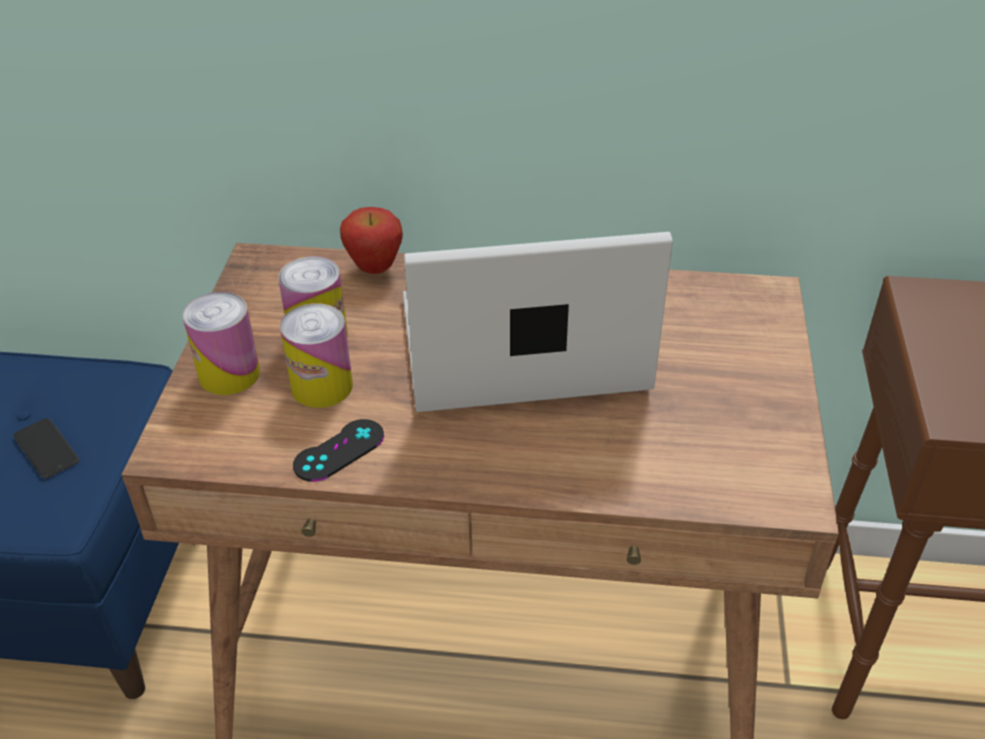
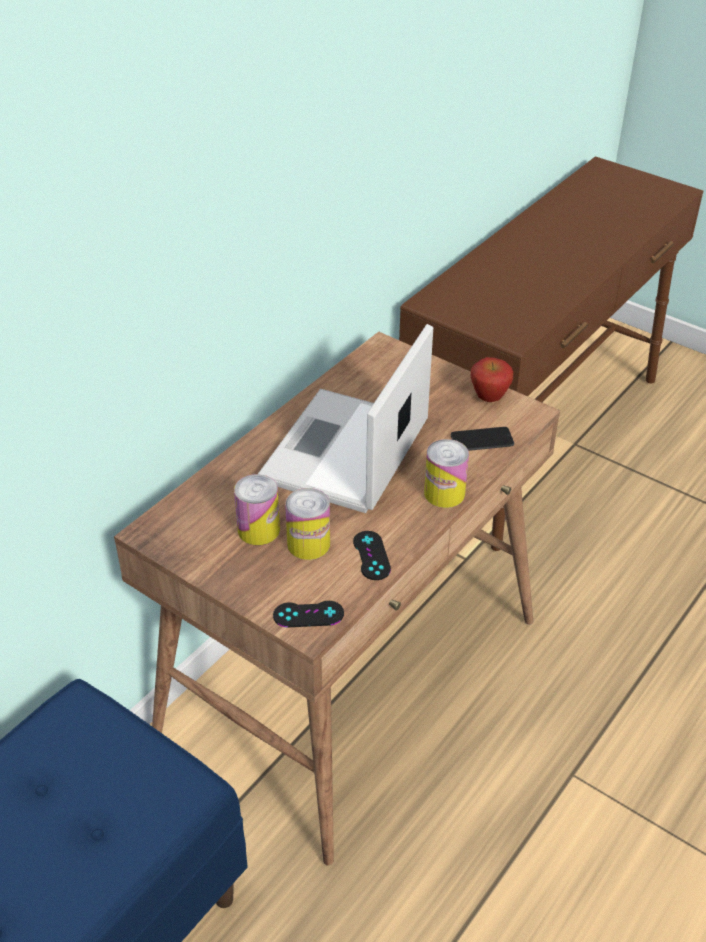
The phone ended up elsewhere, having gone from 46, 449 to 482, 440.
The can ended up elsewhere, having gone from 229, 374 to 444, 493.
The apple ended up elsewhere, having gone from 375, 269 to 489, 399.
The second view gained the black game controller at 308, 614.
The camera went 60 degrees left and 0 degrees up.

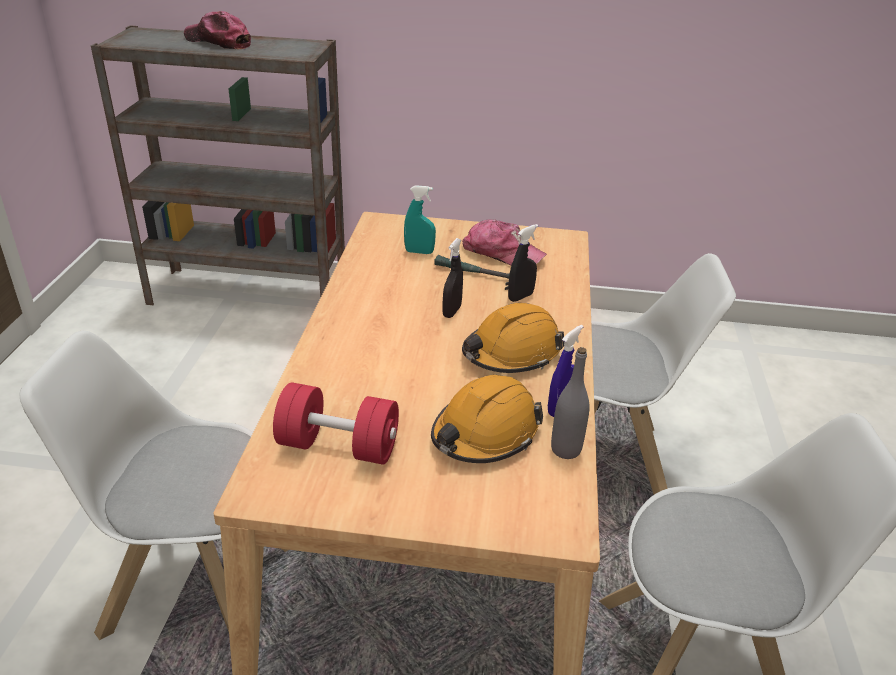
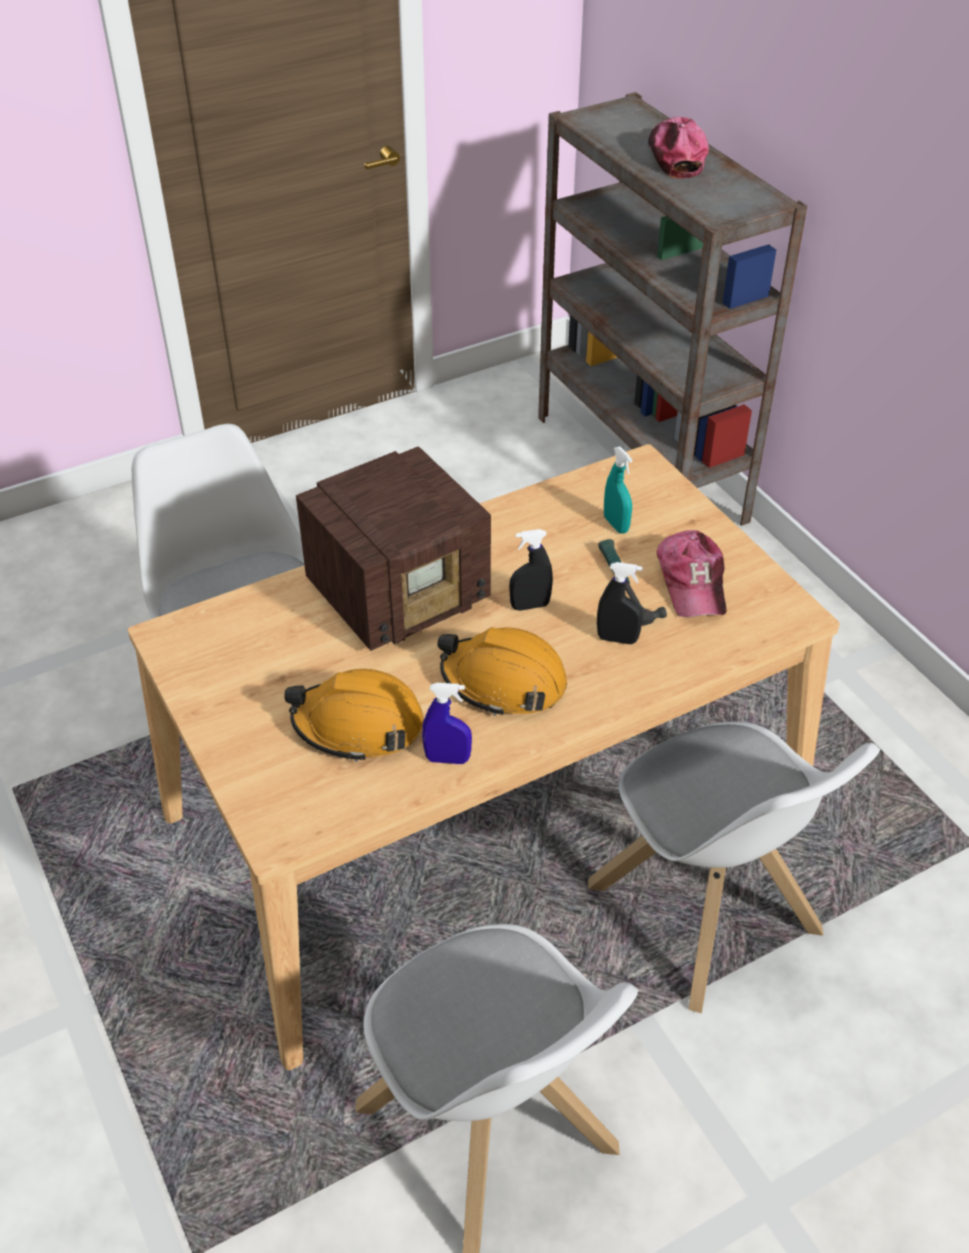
The second view lost the red dumbbell at 338, 446.
The second view lost the grey bottle at 565, 449.
The second view gained the radio at 401, 593.
The camera went 55 degrees right and 10 degrees up.

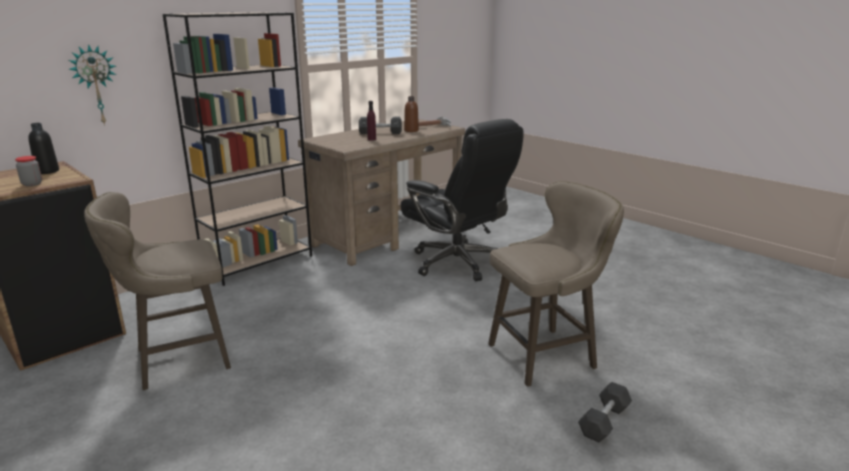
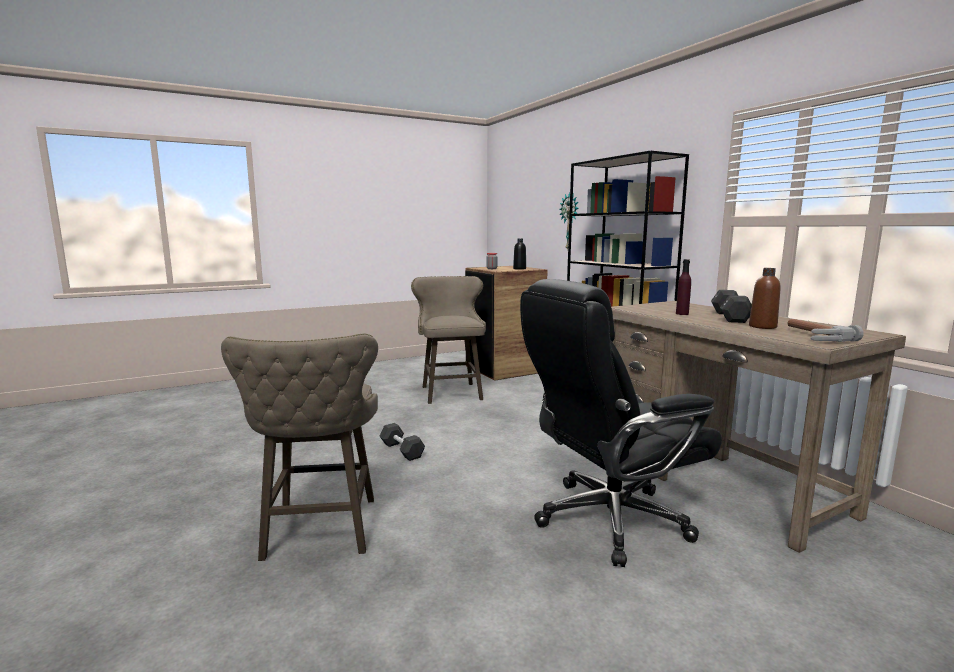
The black dumbbell ended up elsewhere, having gone from 604, 421 to 402, 450.
The camera went 105 degrees right and 10 degrees down.

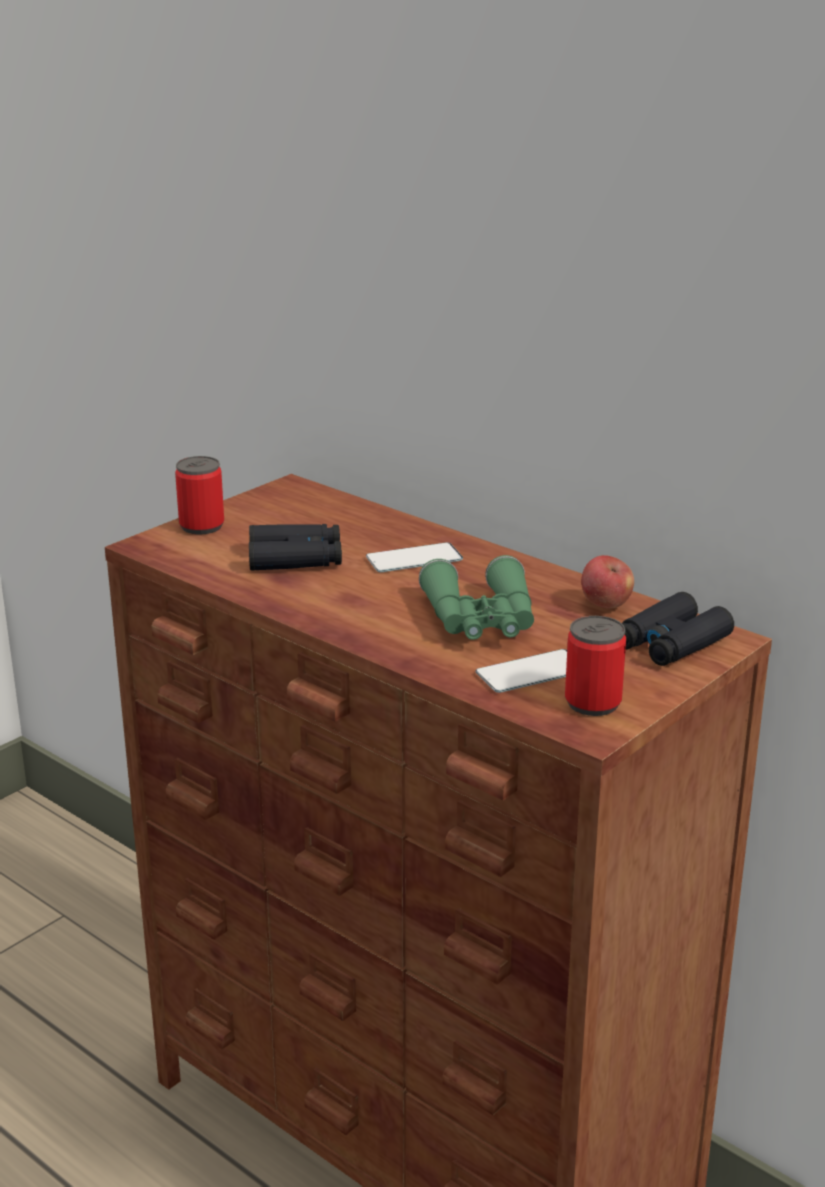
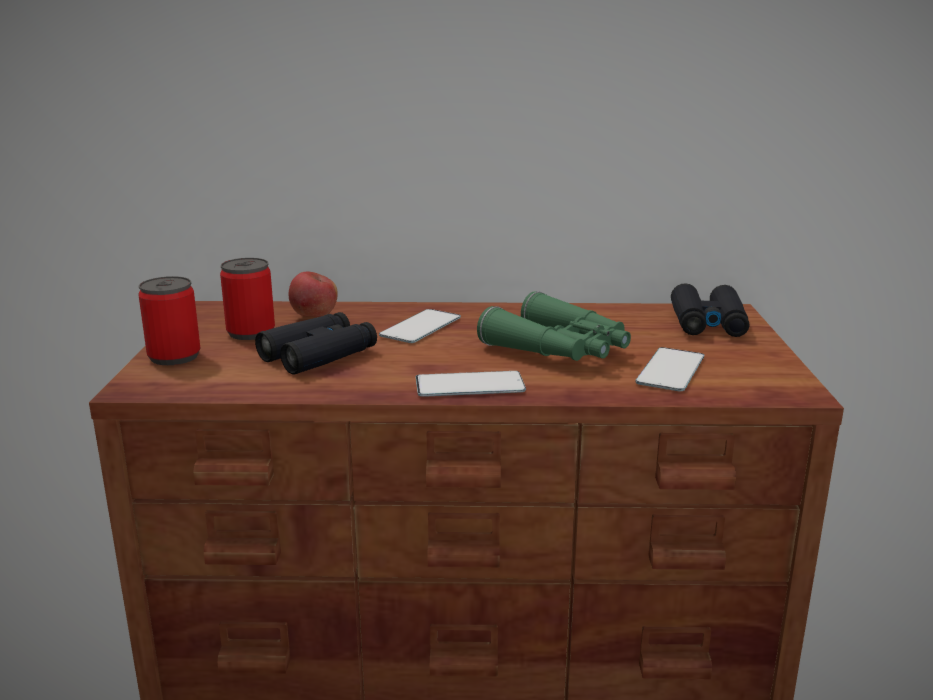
The can ended up elsewhere, having gone from 593, 703 to 251, 332.
The apple ended up elsewhere, having gone from 605, 605 to 314, 317.
The second view gained the phone at 469, 385.
The camera went 40 degrees left and 5 degrees down.

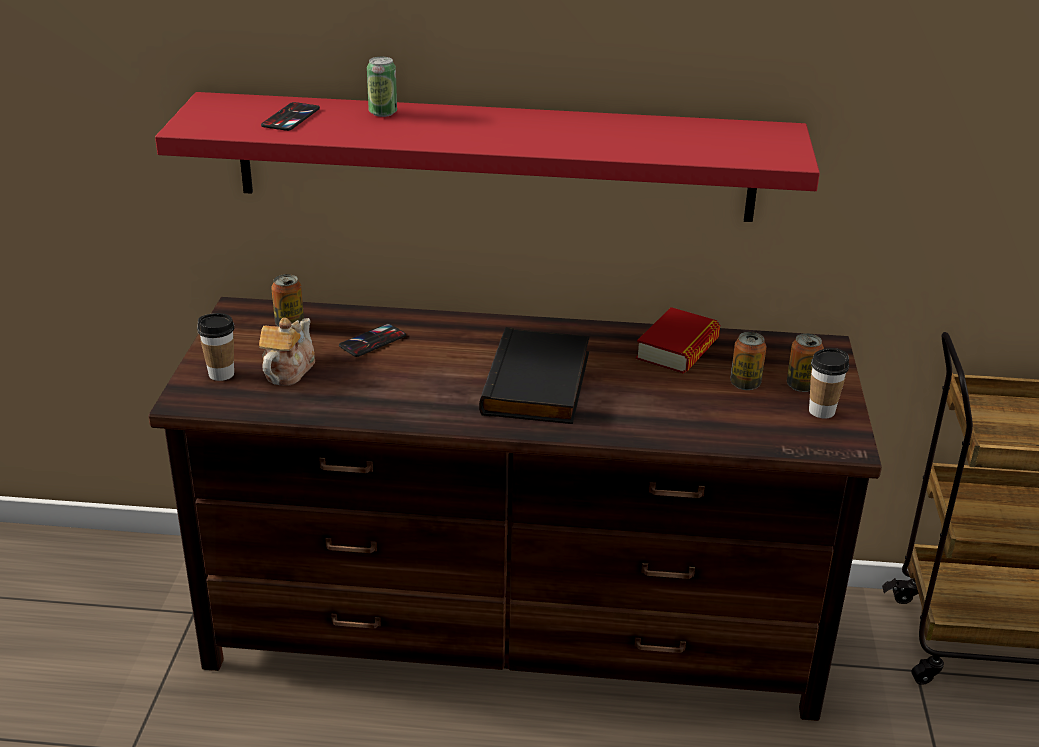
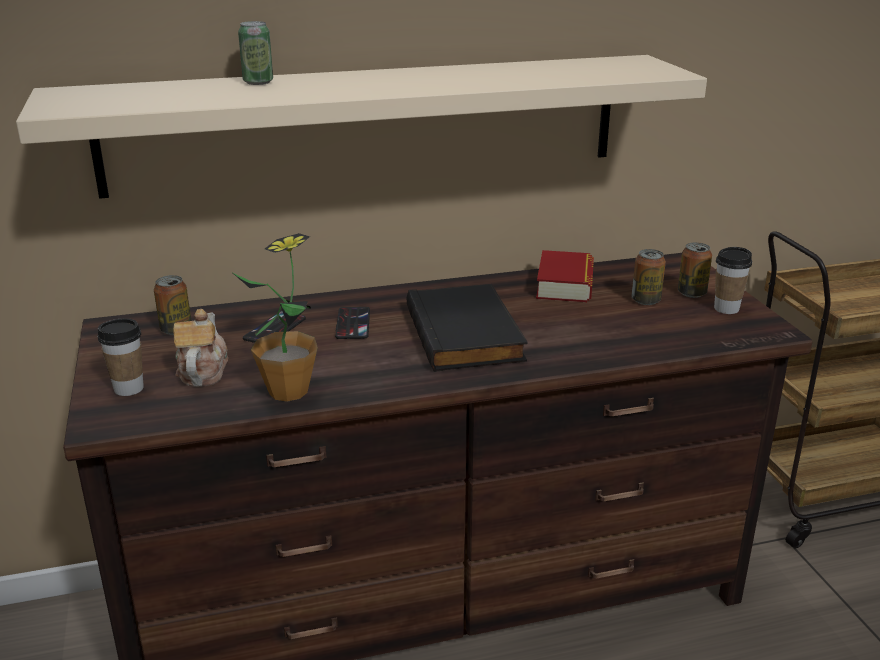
What was the red shelf at 495, 157 turned into the beige shelf at 366, 124.
The phone ended up elsewhere, having gone from 290, 117 to 353, 323.
The second view gained the potted plant at 288, 391.
The camera went 20 degrees left and 5 degrees down.

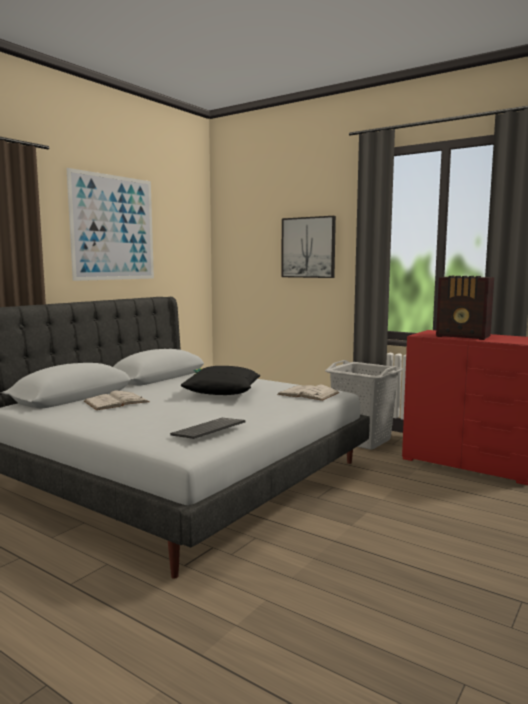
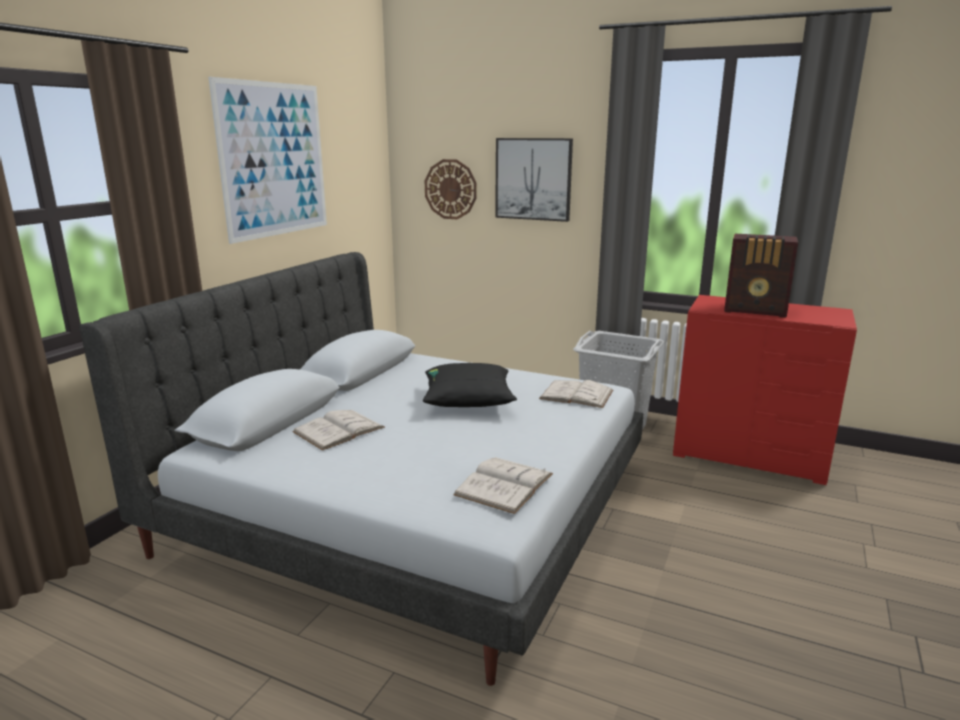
Where the keyboard stood at 209, 430, the white book came to stand at 504, 484.
The second view gained the wall clock at 450, 189.
The camera went 10 degrees left and 10 degrees up.

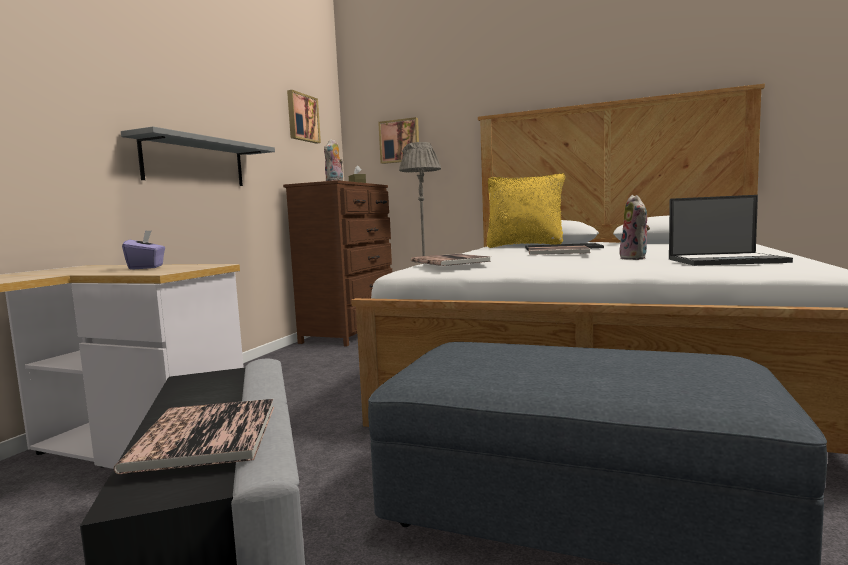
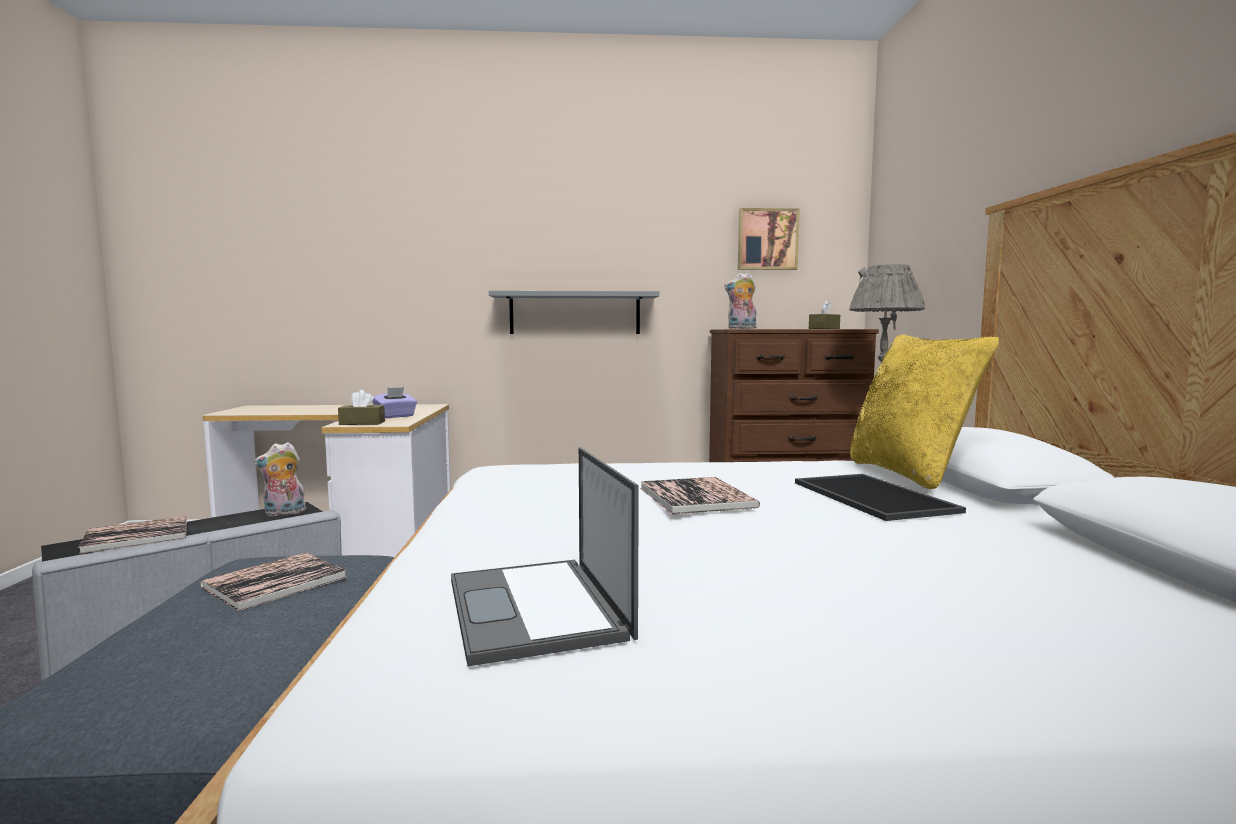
The second view lost the picture at 400, 141.
The book ended up elsewhere, having gone from 449, 261 to 275, 582.
The plush toy ended up elsewhere, having gone from 635, 258 to 283, 513.
The second view gained the brown tissue box at 362, 423.
The camera went 65 degrees right and 0 degrees up.

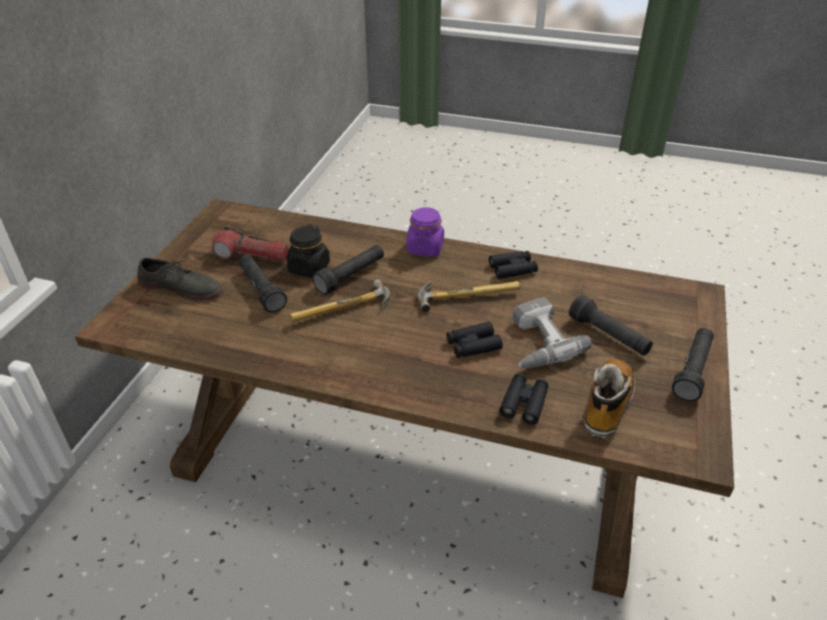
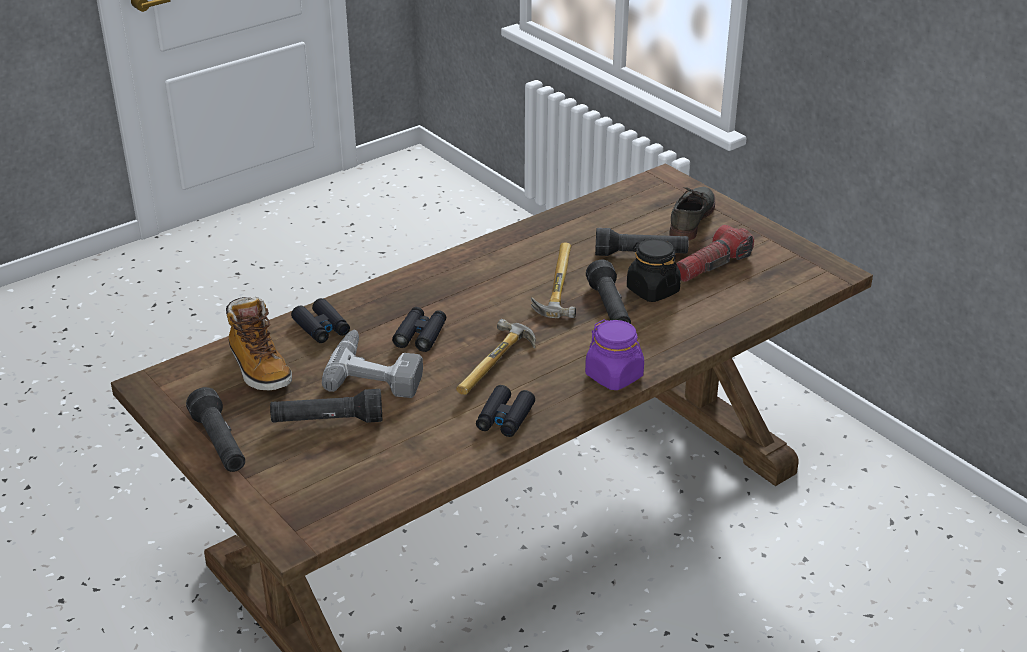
The grey shoe at 181, 287 ended up facing another way, 150 degrees clockwise from before.
The camera went 125 degrees right and 5 degrees down.

